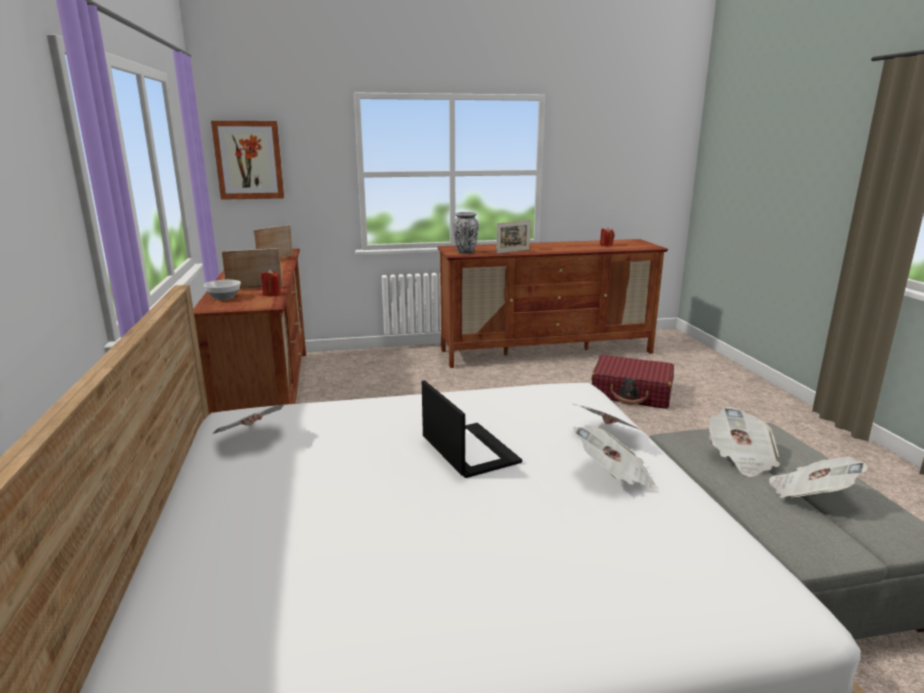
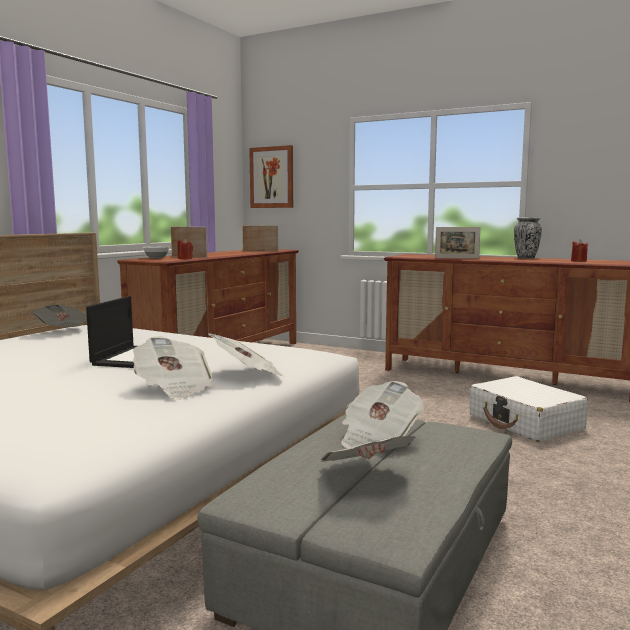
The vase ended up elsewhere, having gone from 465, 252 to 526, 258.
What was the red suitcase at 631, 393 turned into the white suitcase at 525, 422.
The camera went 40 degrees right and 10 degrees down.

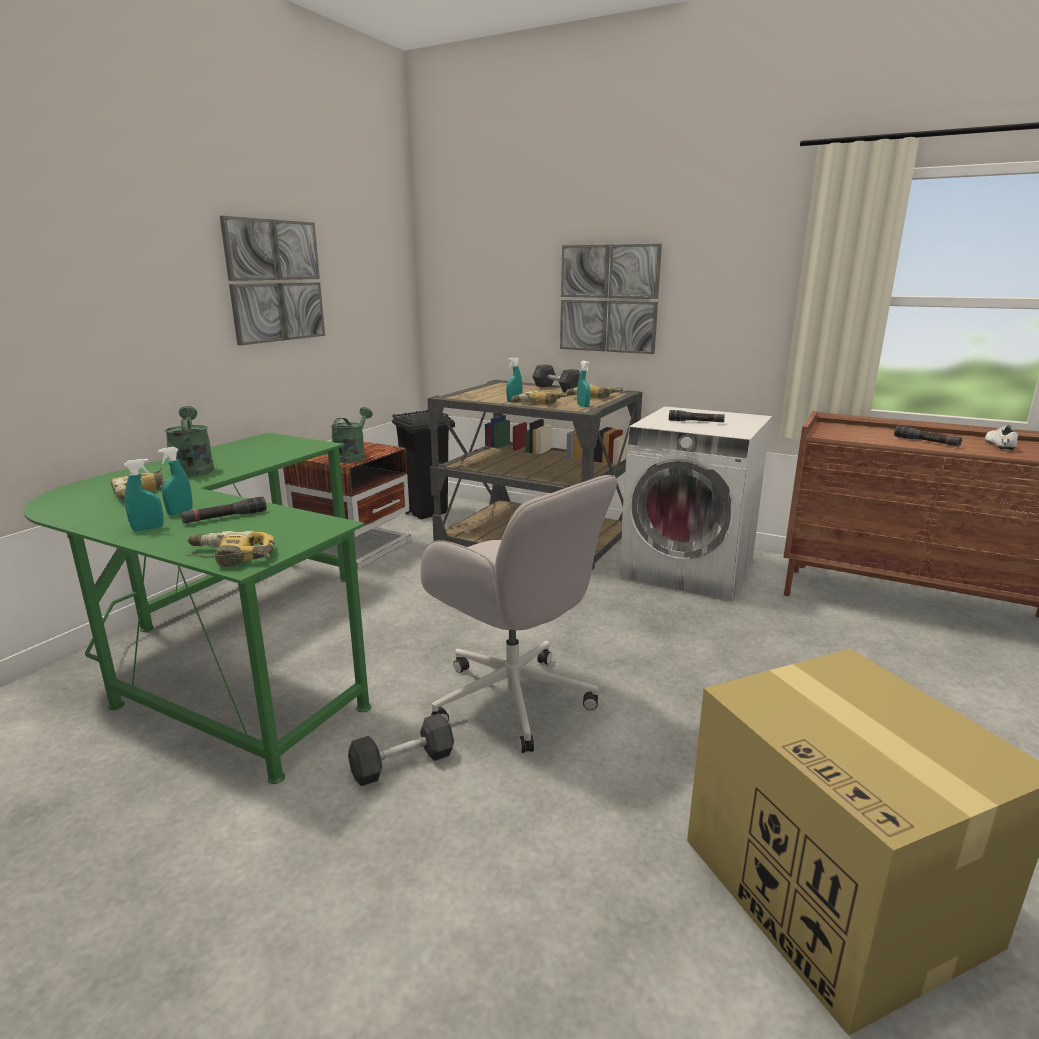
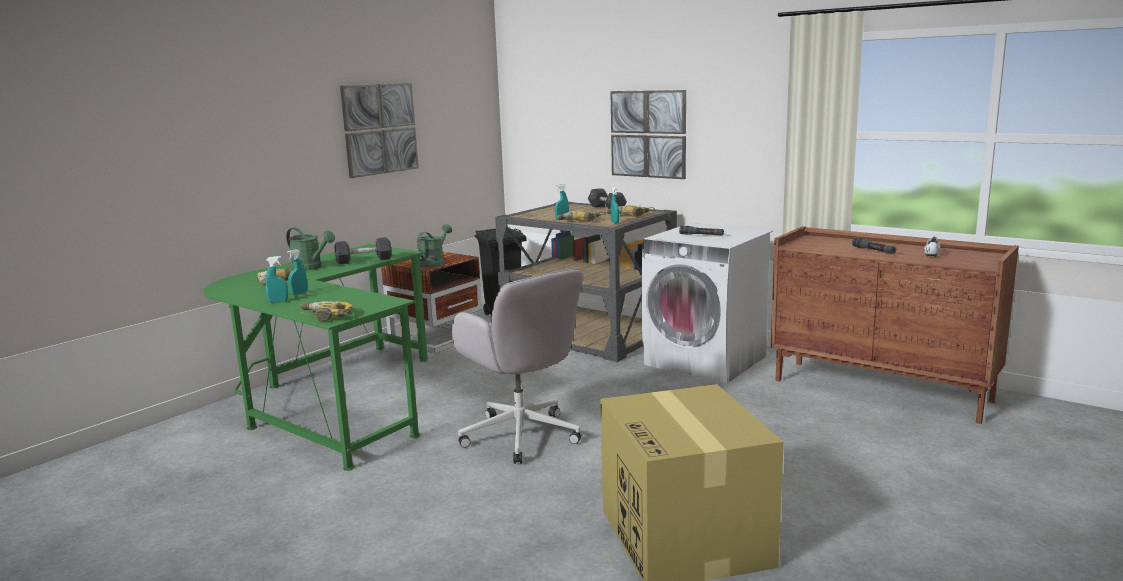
The green watering can at 192, 468 ended up facing another way, 135 degrees clockwise from before.
The second view lost the black flashlight at 225, 517.
The grey dumbbell ended up elsewhere, having gone from 403, 764 to 364, 260.
The camera went 10 degrees right and 5 degrees down.

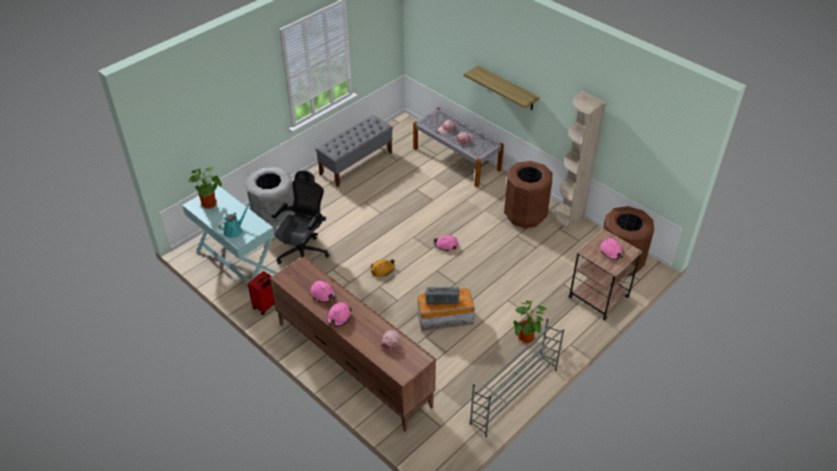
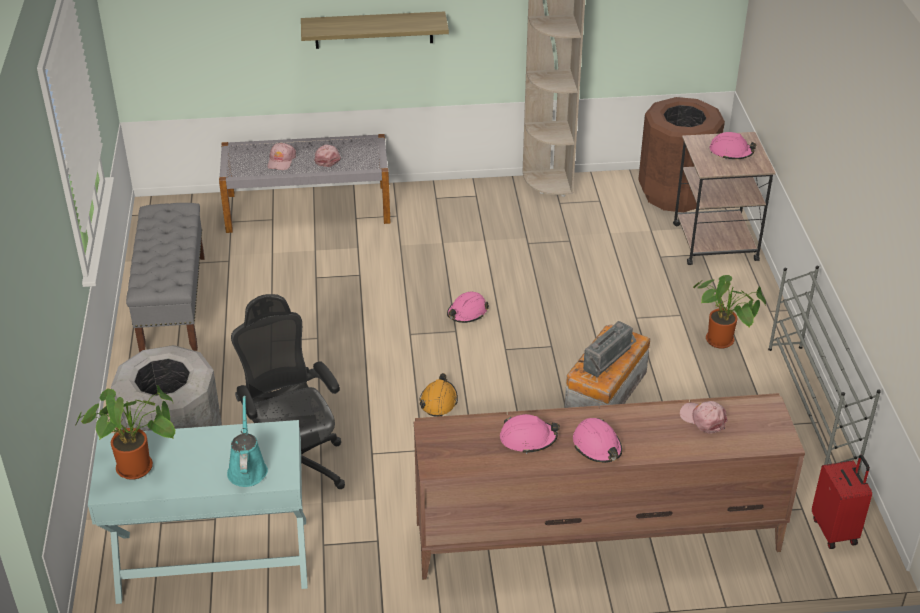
The red suitcase ended up elsewhere, having gone from 266, 306 to 835, 530.
The second view lost the brown trash can at 525, 215.
The camera went 50 degrees left and 5 degrees down.

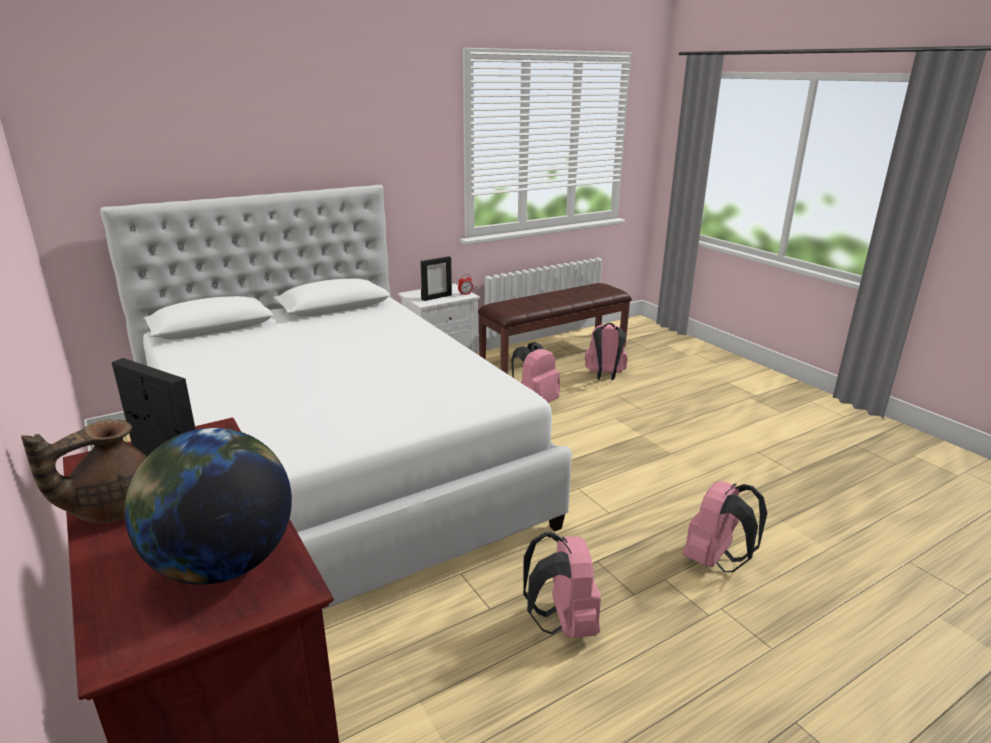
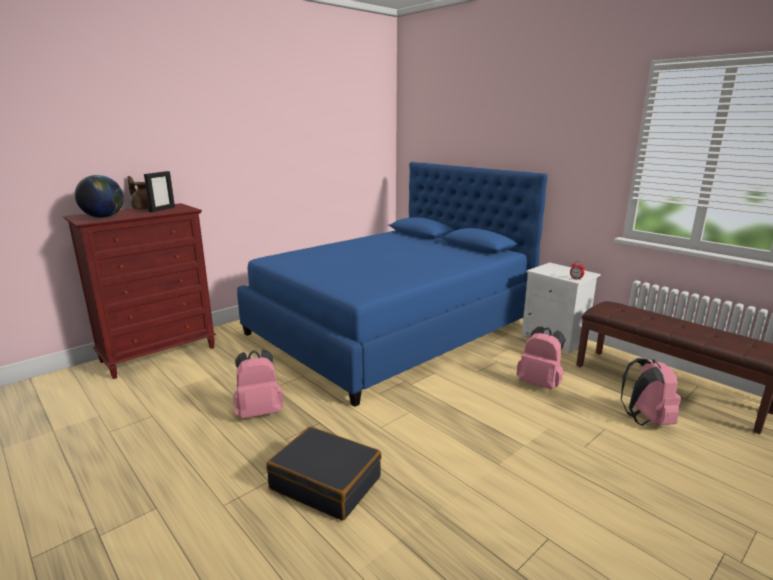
What was the white bed at 335, 473 turned into the blue bed at 391, 328.
The second view lost the picture frame at 436, 297.
Where the pink backpack stood at 715, 561, the black suitcase came to stand at 326, 482.
The camera went 80 degrees right and 5 degrees down.

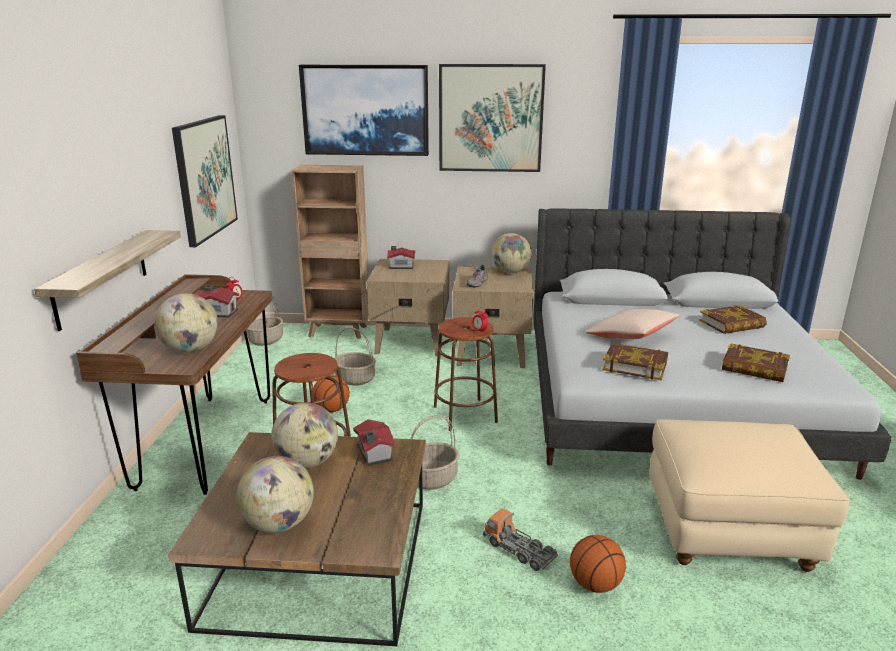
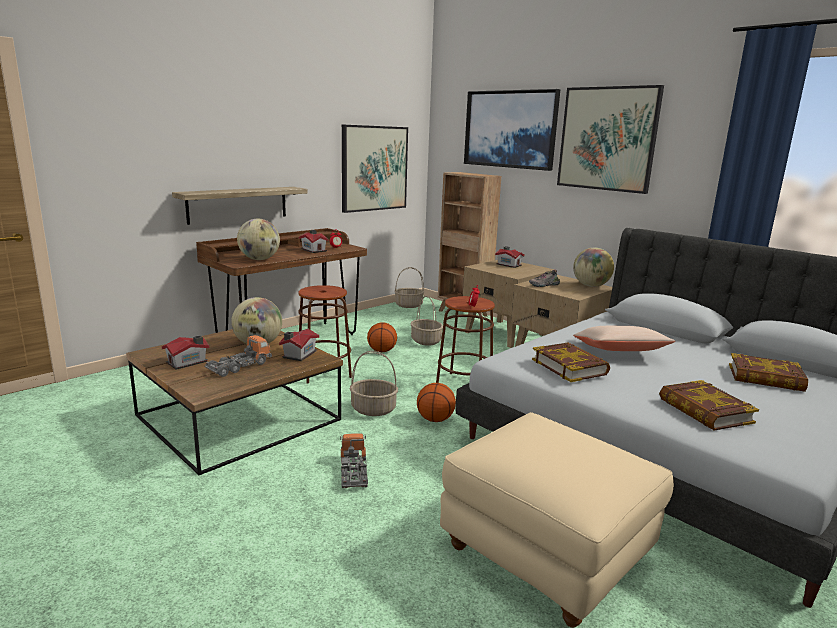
Where the globe stood at 279, 524, the toy house came to stand at 188, 362.
The basketball ended up elsewhere, having gone from 595, 584 to 435, 419.
The second view gained the toy truck at 239, 366.
The camera went 40 degrees right and 5 degrees down.

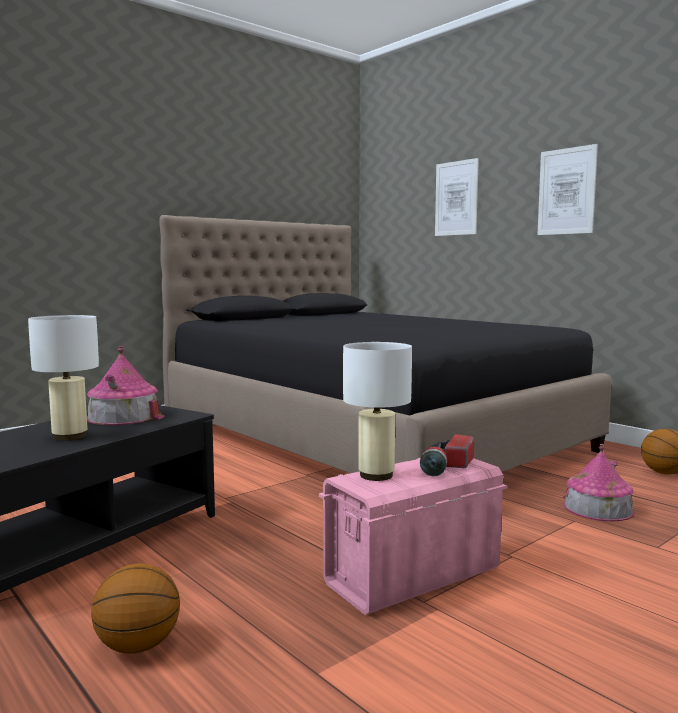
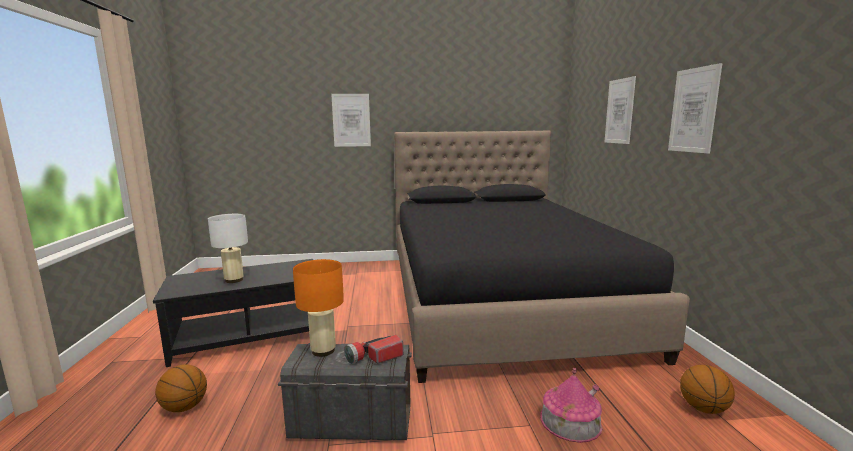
The second view lost the toy house at 124, 416.
What was the pink storage box at 412, 576 turned into the grey storage box at 351, 423.
What was the white table lamp at 376, 475 turned into the orange table lamp at 323, 351.
The second view gained the picture at 351, 120.
The camera went 35 degrees right and 5 degrees up.

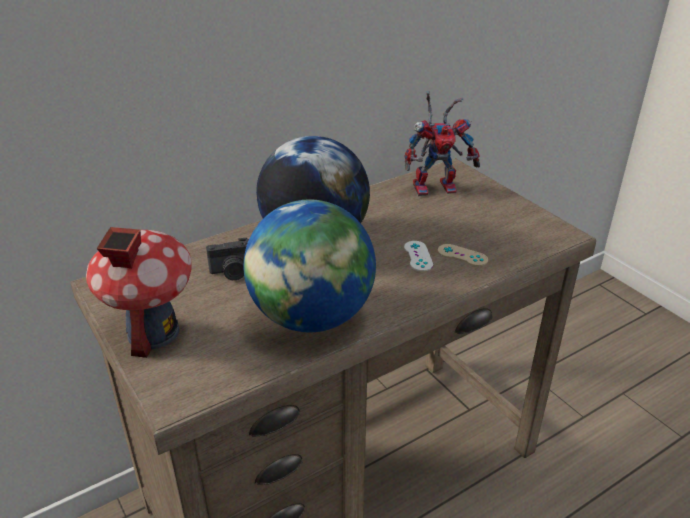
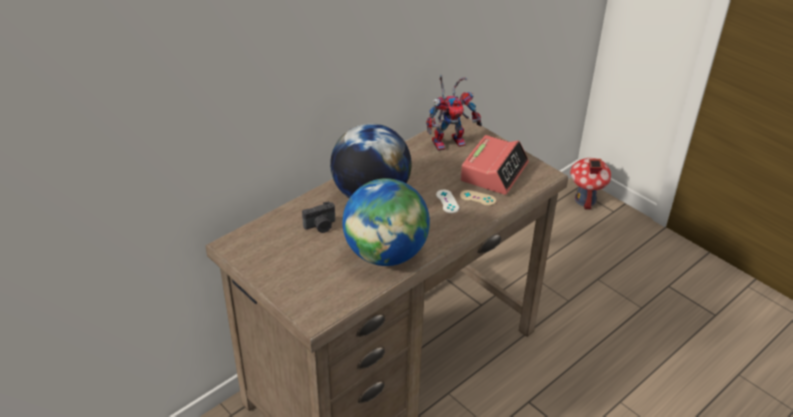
The toy house ended up elsewhere, having gone from 153, 332 to 585, 200.
The second view gained the alarm clock at 494, 172.
The camera went 10 degrees left and 5 degrees up.

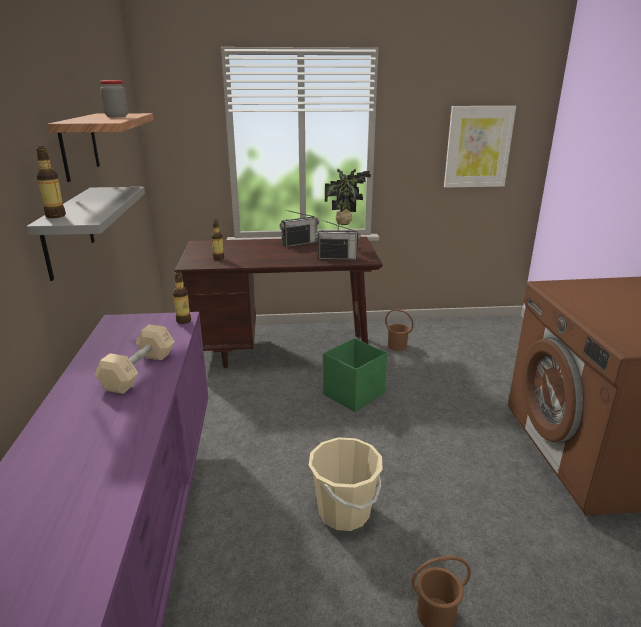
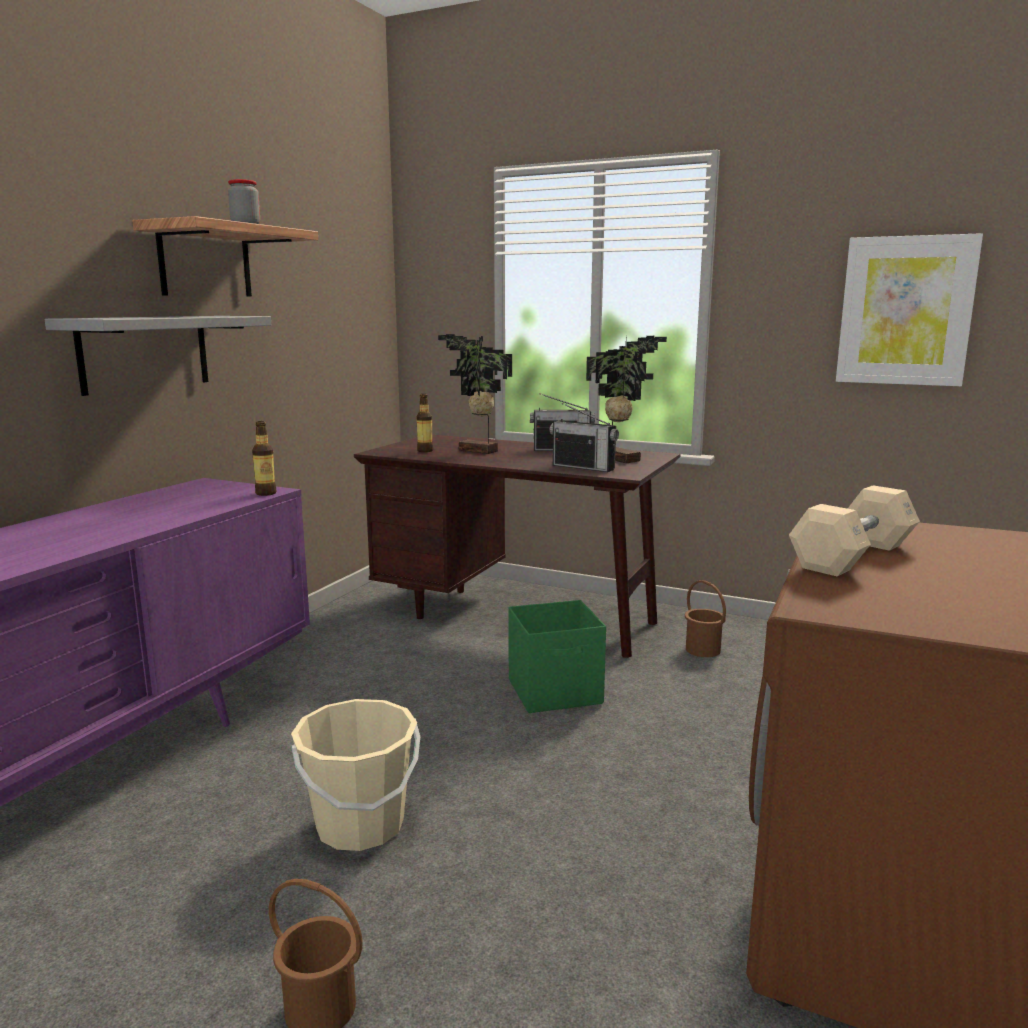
The second view lost the bottle at 55, 216.
The beige dumbbell ended up elsewhere, having gone from 139, 371 to 853, 556.
The second view gained the potted plant at 477, 451.
The camera went 30 degrees right and 10 degrees down.

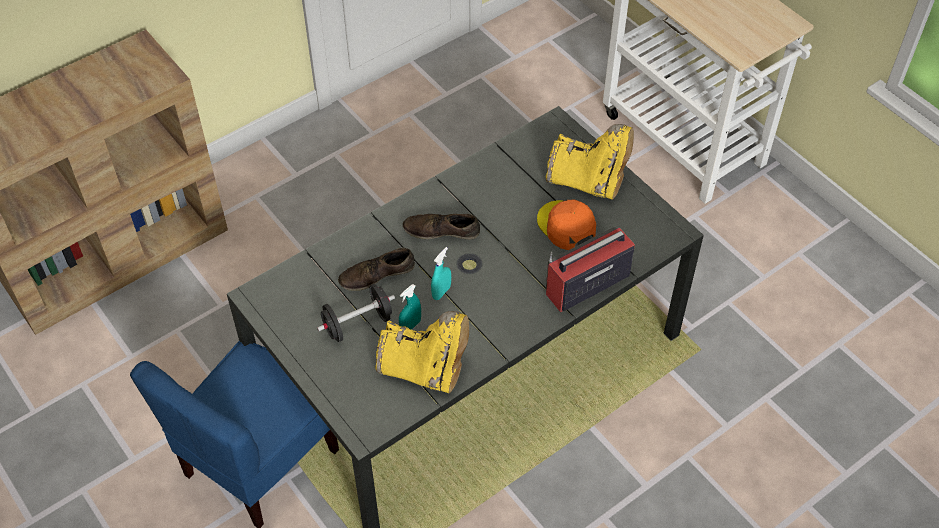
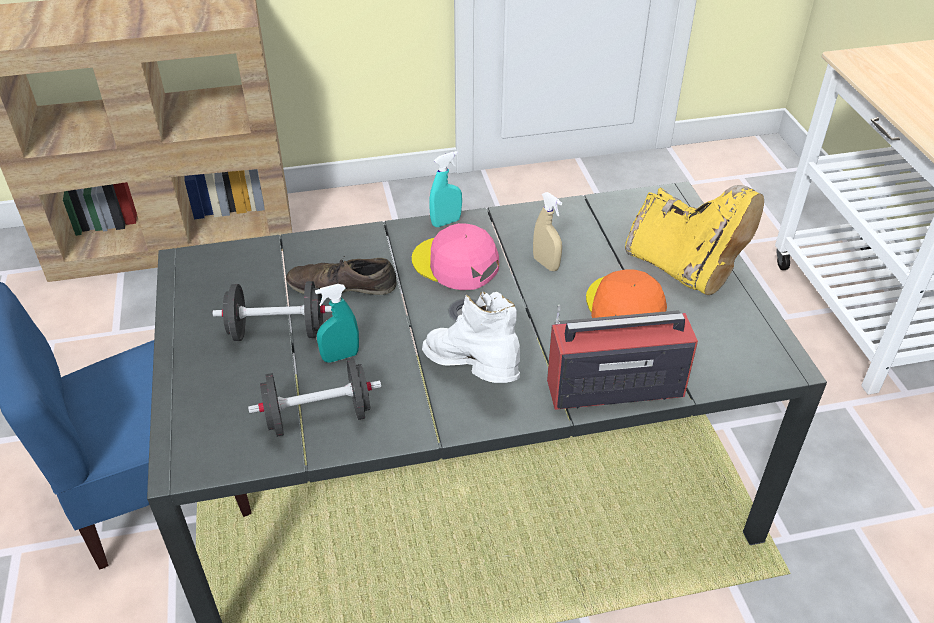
Where the yellow boot stood at 424, 371, the black dumbbell came to stand at 319, 417.
Where the brown shoe stood at 441, 231, the pink cap came to stand at 455, 264.
The turquoise spray bottle ended up elsewhere, having gone from 441, 292 to 446, 222.
The second view gained the white boot at 473, 374.
The second view gained the beige spray bottle at 546, 264.
The camera went 25 degrees right and 10 degrees down.

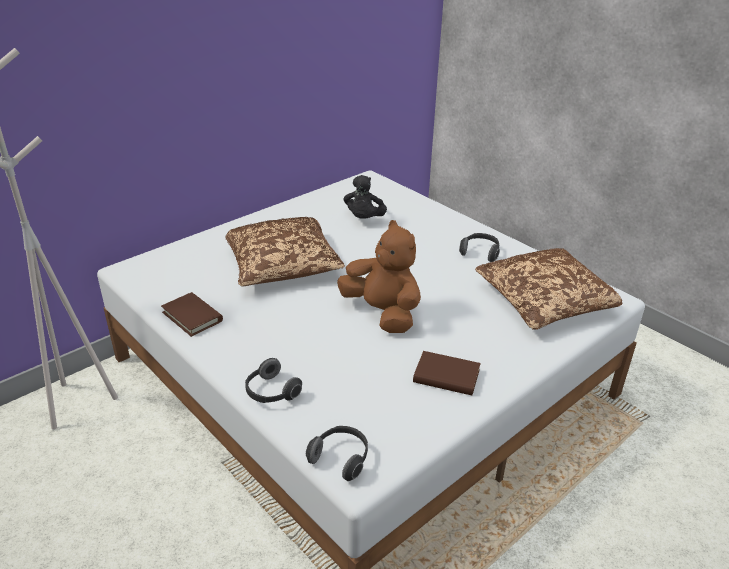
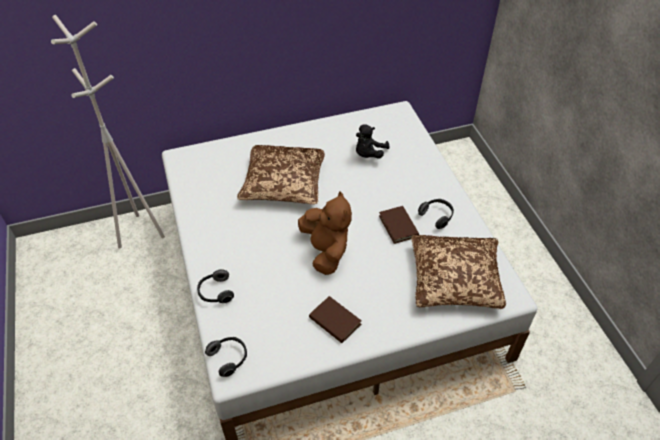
The brown book ended up elsewhere, having gone from 192, 316 to 398, 226.
The camera went 25 degrees right and 15 degrees up.

